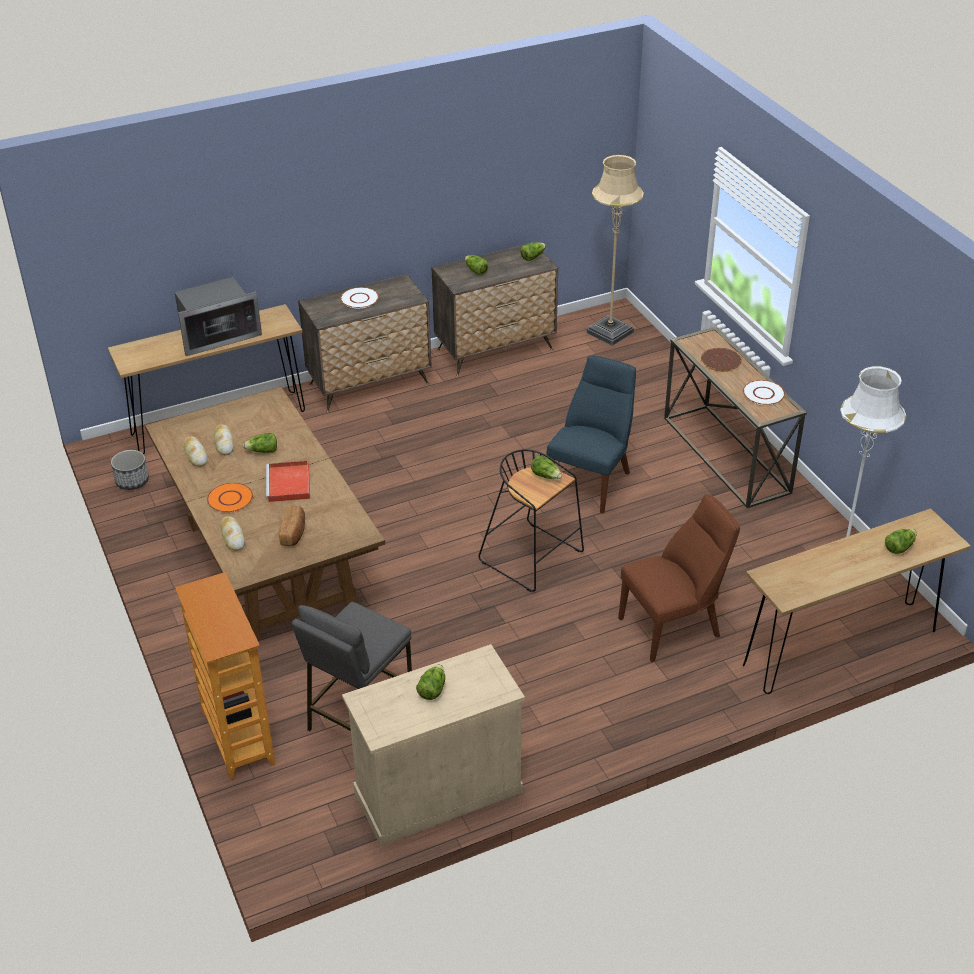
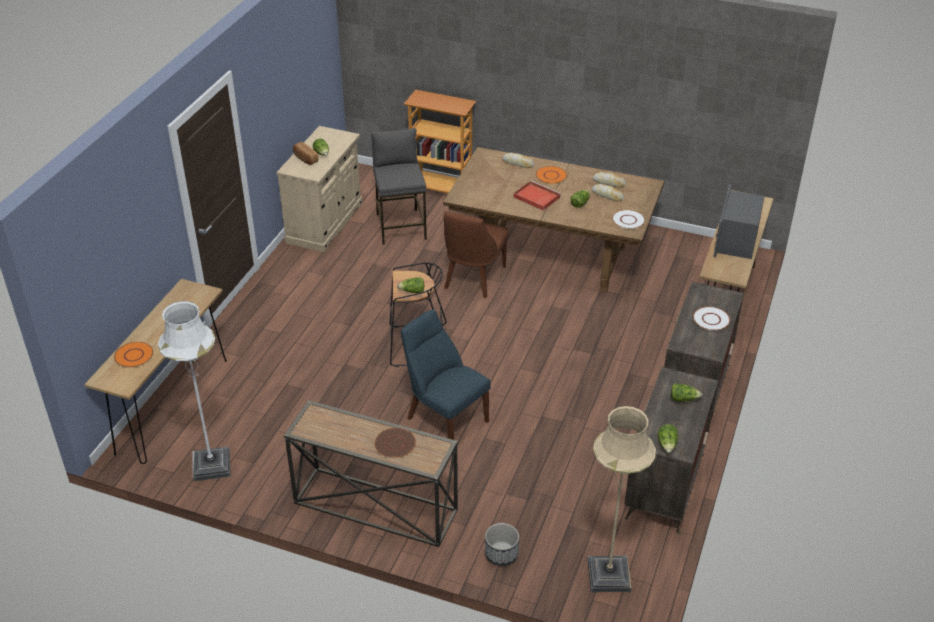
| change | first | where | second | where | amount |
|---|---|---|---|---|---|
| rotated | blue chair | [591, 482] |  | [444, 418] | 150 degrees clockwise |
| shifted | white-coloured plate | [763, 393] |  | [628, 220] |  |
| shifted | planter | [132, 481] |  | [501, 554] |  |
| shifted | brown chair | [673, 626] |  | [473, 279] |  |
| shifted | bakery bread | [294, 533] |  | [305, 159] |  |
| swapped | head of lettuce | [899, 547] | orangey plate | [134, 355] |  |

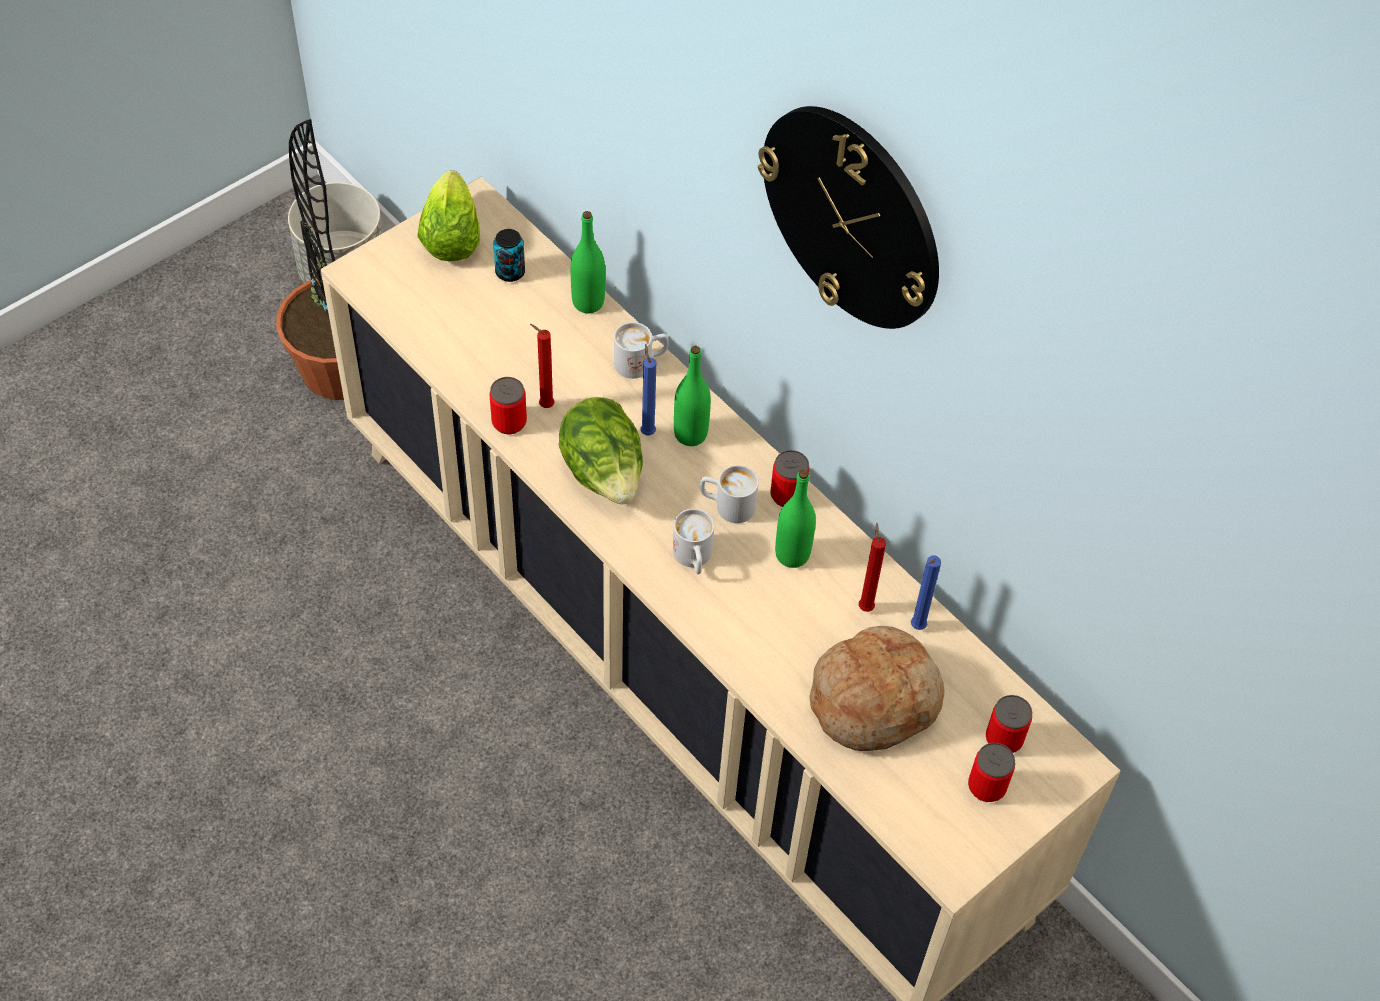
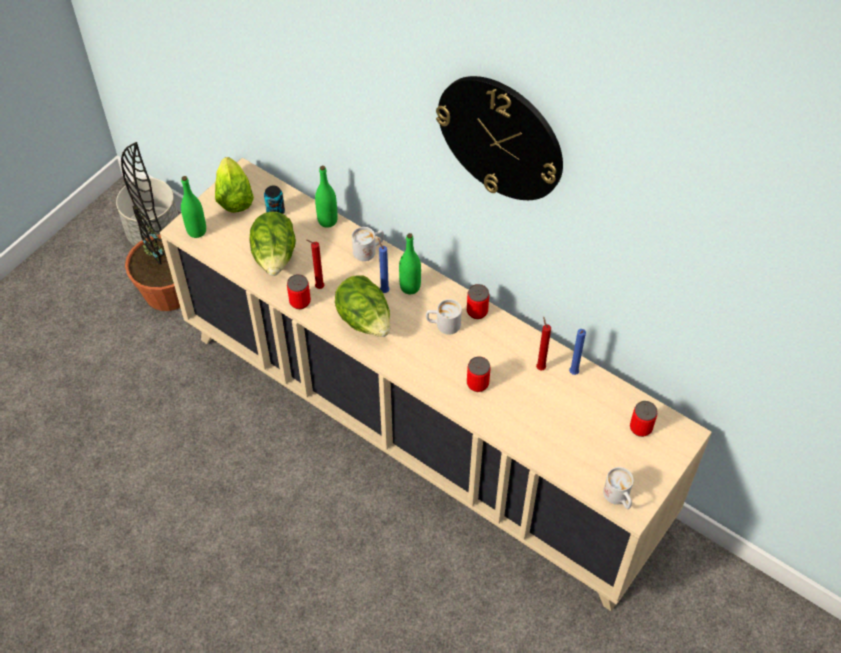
| change | first | where | second | where | amount |
|---|---|---|---|---|---|
| shifted | greenish drink bottle | [792, 554] |  | [196, 231] |  |
| shifted | white-coloured tea mug | [693, 559] |  | [619, 498] |  |
| gone | bakery bread | [874, 698] |  |  |  |
| shifted | can | [987, 786] |  | [477, 383] |  |
| new |  |  | head of lettuce | [275, 257] |  |

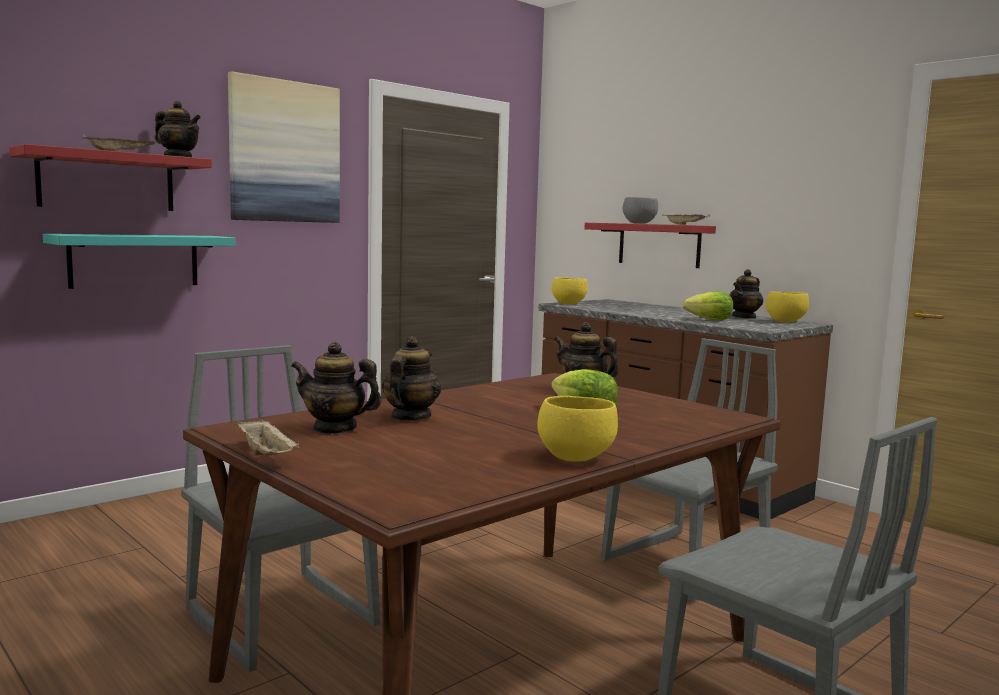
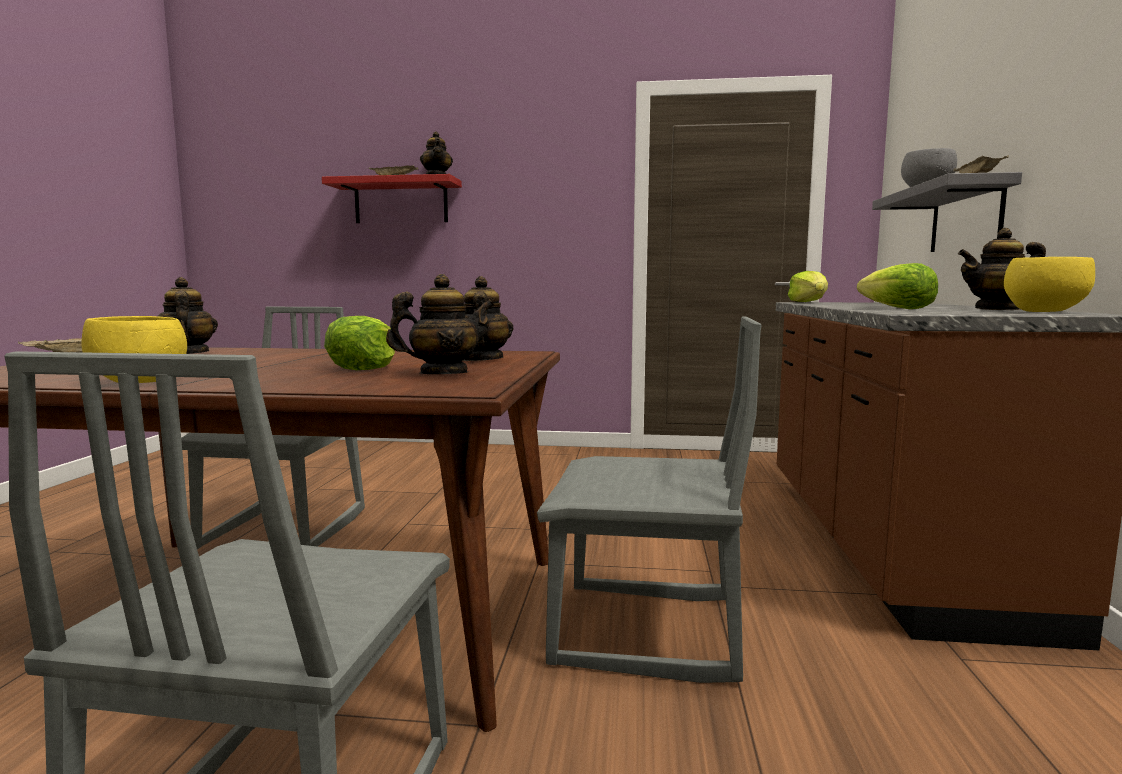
| change | first | where | second | where | amount |
|---|---|---|---|---|---|
| gone | wall picture | [284, 152] |  |  |  |
| repainted | red-coloured wall shelf | [659, 245] | grey wall shelf | [966, 218] |  |
| gone | turquoise wall shelf | [134, 260] |  |  |  |
| swapped | yellowish deep dish | [568, 304] | head of lettuce | [809, 302] |  |
| shifted | teapot | [410, 417] |  | [443, 374] |  |

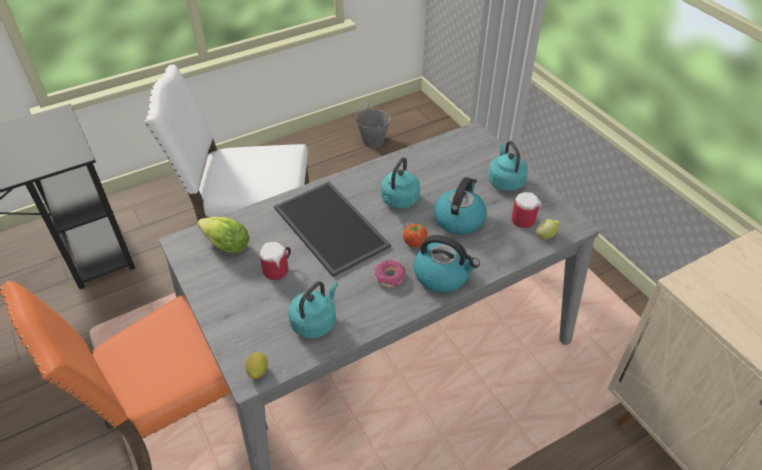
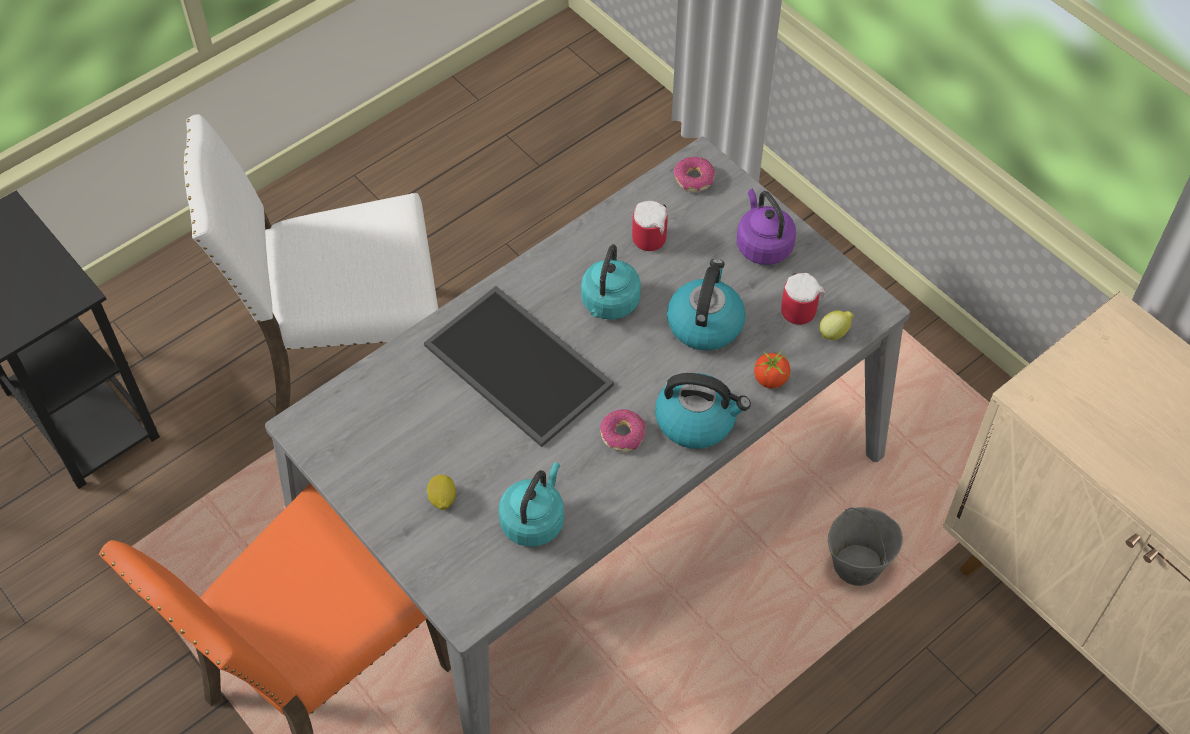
| change | first | where | second | where | amount |
|---|---|---|---|---|---|
| shifted | grey pail | [373, 141] |  | [856, 565] |  |
| repainted | turquoise kettle | [505, 181] | purple-coloured kettle | [762, 245] |  |
| gone | head of lettuce | [224, 244] |  |  |  |
| shifted | whole tomato | [414, 243] |  | [770, 379] |  |
| shifted | tea mug | [279, 270] |  | [653, 236] |  |
| shifted | whole lemon | [257, 371] |  | [442, 499] |  |
| new |  |  | donut | [693, 179] |  |

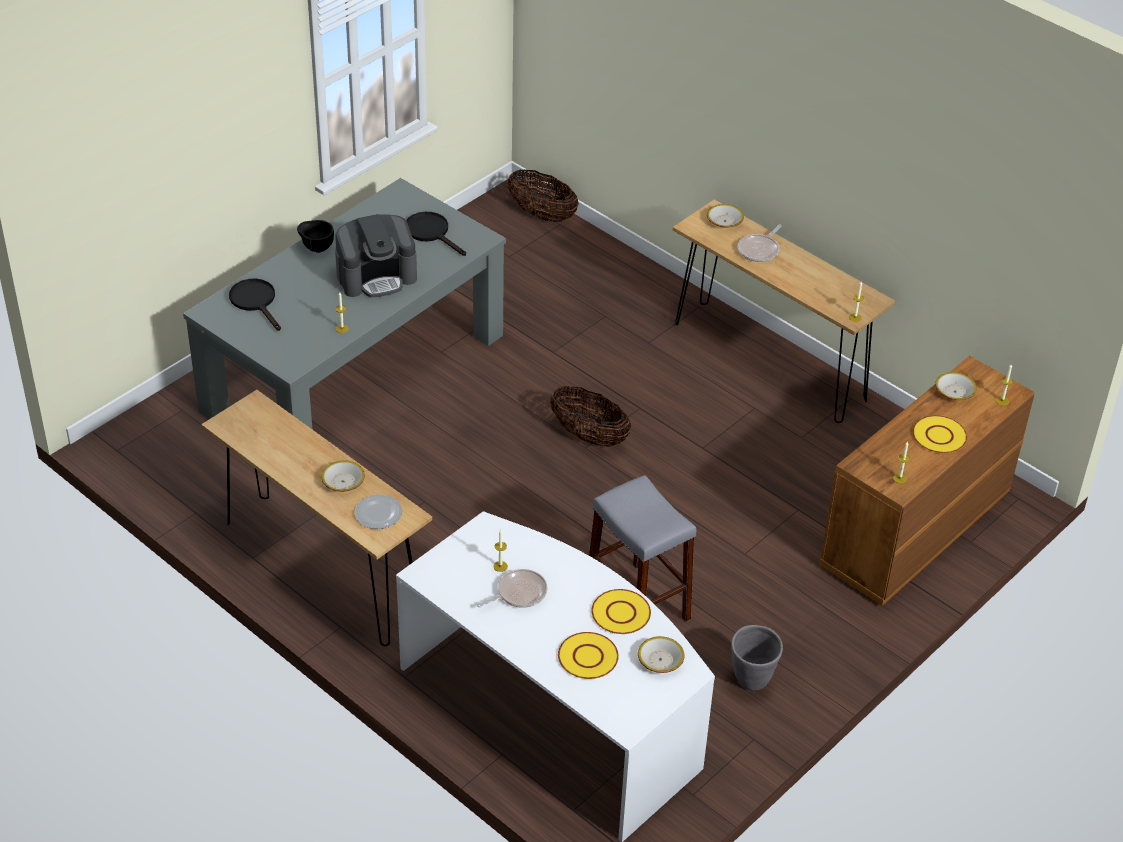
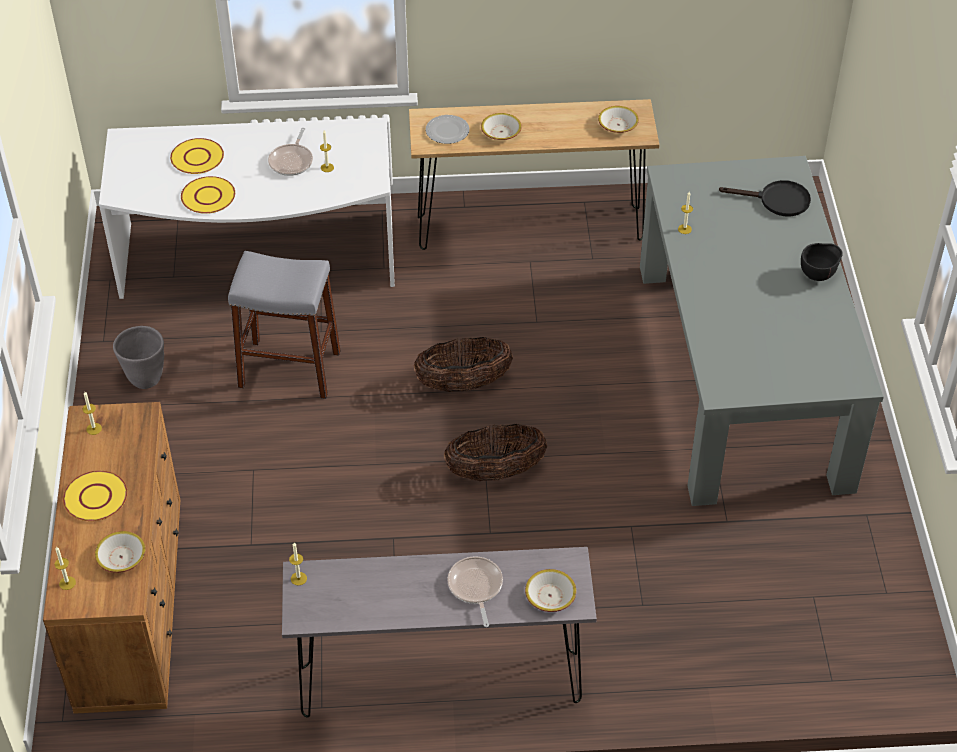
| change | first | where | second | where | amount |
|---|---|---|---|---|---|
| shifted | storage basket | [542, 214] |  | [463, 383] |  |
| repainted | brown hall table | [769, 361] | grey hall table | [440, 684] |  |
| gone | black skillet | [431, 232] |  |  |  |
| gone | coffee machine | [377, 276] |  |  |  |
| shifted | deep dish | [660, 660] |  | [618, 125] |  |

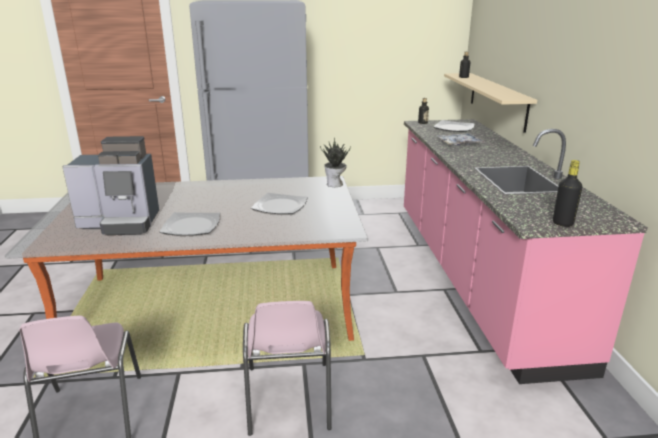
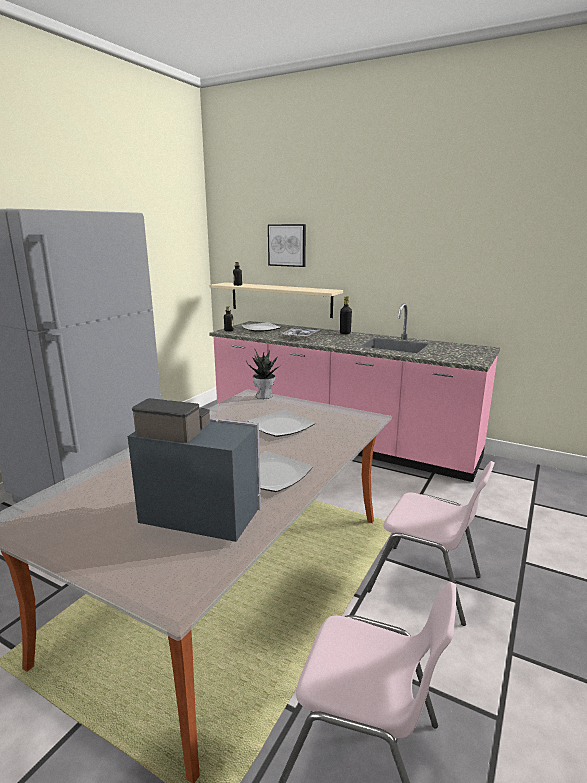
| change | first | where | second | where | amount |
|---|---|---|---|---|---|
| rotated | coffee machine | [121, 223] |  | [199, 513] | 105 degrees counterclockwise |
| shifted | black drink bottle | [562, 223] |  | [345, 333] |  |
| new |  |  | wall picture | [287, 245] |  |

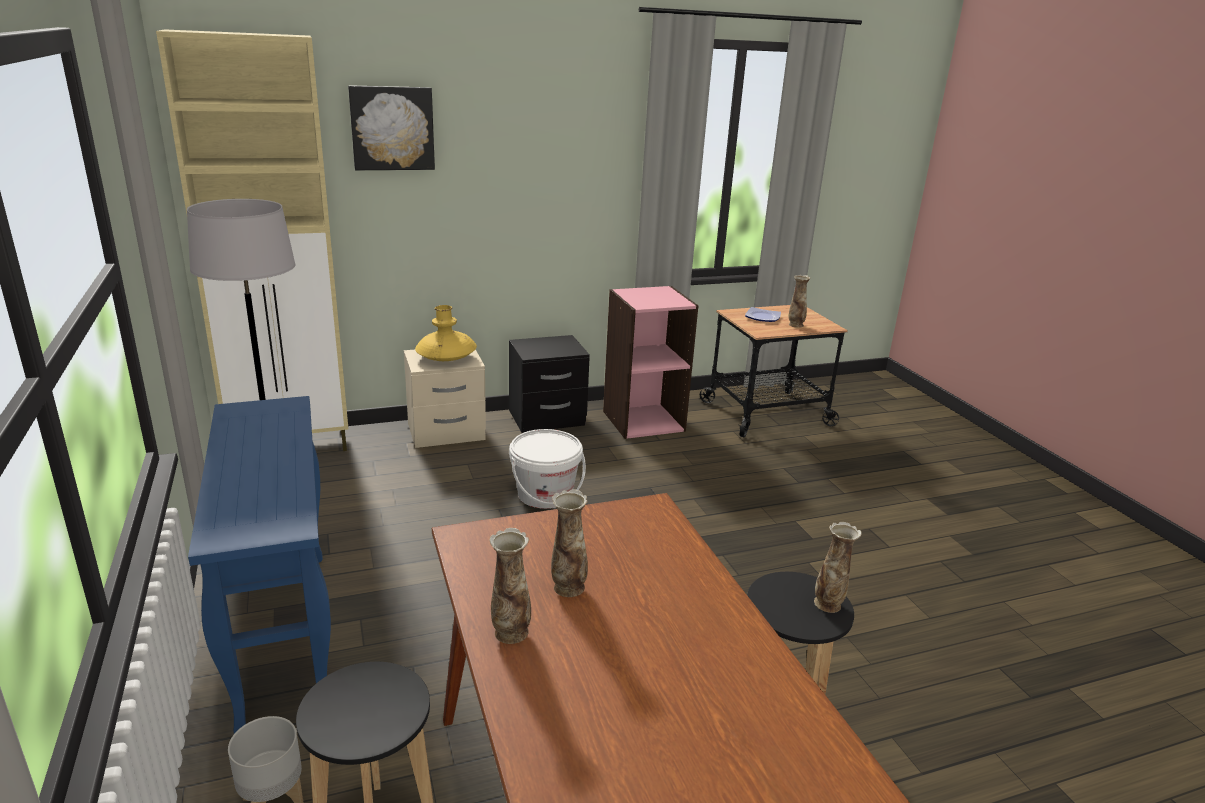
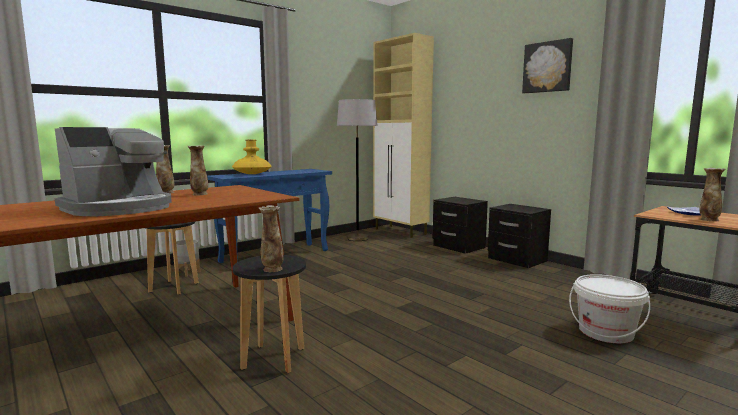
| change | first | where | second | where | amount |
|---|---|---|---|---|---|
| shifted | wall picture | [392, 128] |  | [547, 67] |  |
| gone | pink-coloured bookcase | [643, 420] |  |  |  |
| shifted | yellowish flower vase | [446, 358] |  | [252, 174] |  |
| repainted | sand-coloured nightstand | [446, 433] | black nightstand | [458, 247] |  |
| shifted | white-coloured pail | [545, 494] |  | [606, 332] |  |
| new |  |  | coffee machine | [120, 208] |  |

